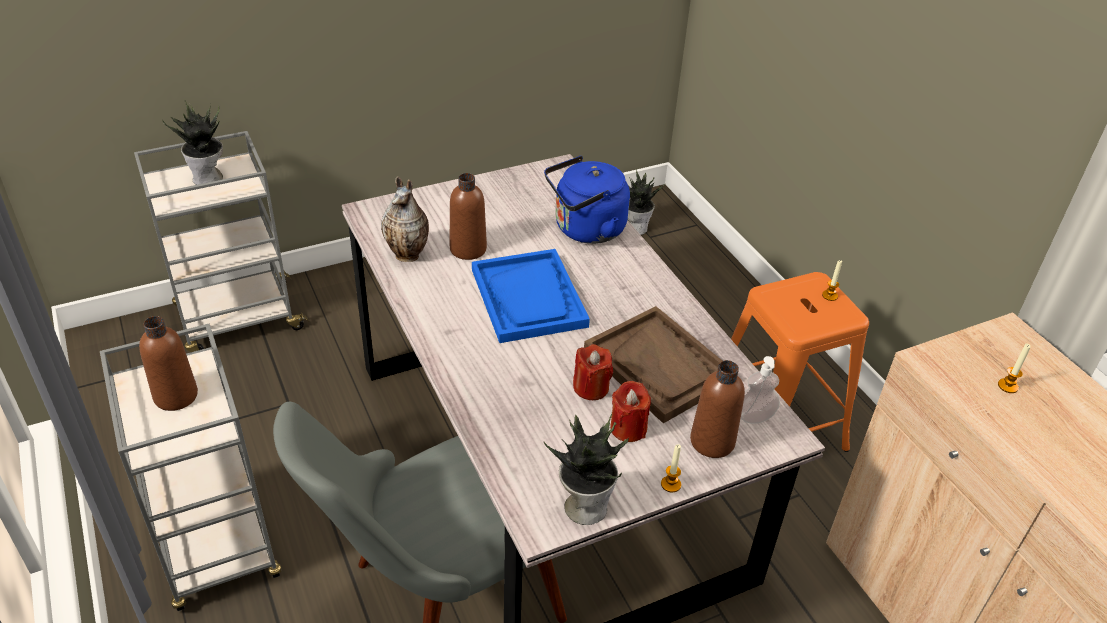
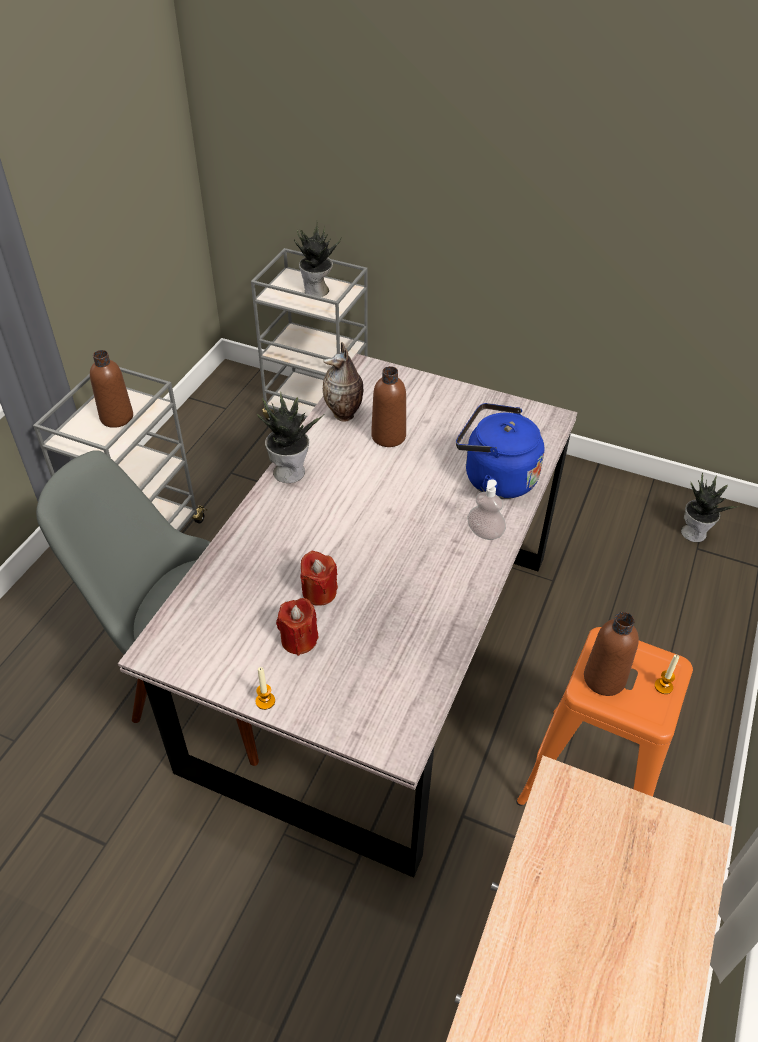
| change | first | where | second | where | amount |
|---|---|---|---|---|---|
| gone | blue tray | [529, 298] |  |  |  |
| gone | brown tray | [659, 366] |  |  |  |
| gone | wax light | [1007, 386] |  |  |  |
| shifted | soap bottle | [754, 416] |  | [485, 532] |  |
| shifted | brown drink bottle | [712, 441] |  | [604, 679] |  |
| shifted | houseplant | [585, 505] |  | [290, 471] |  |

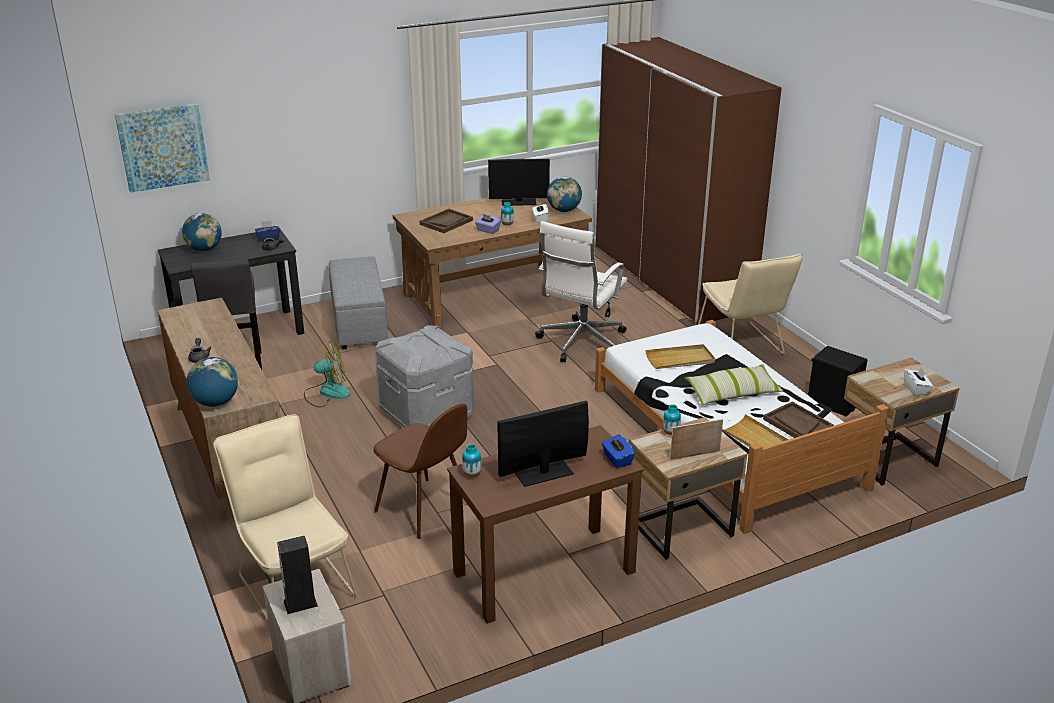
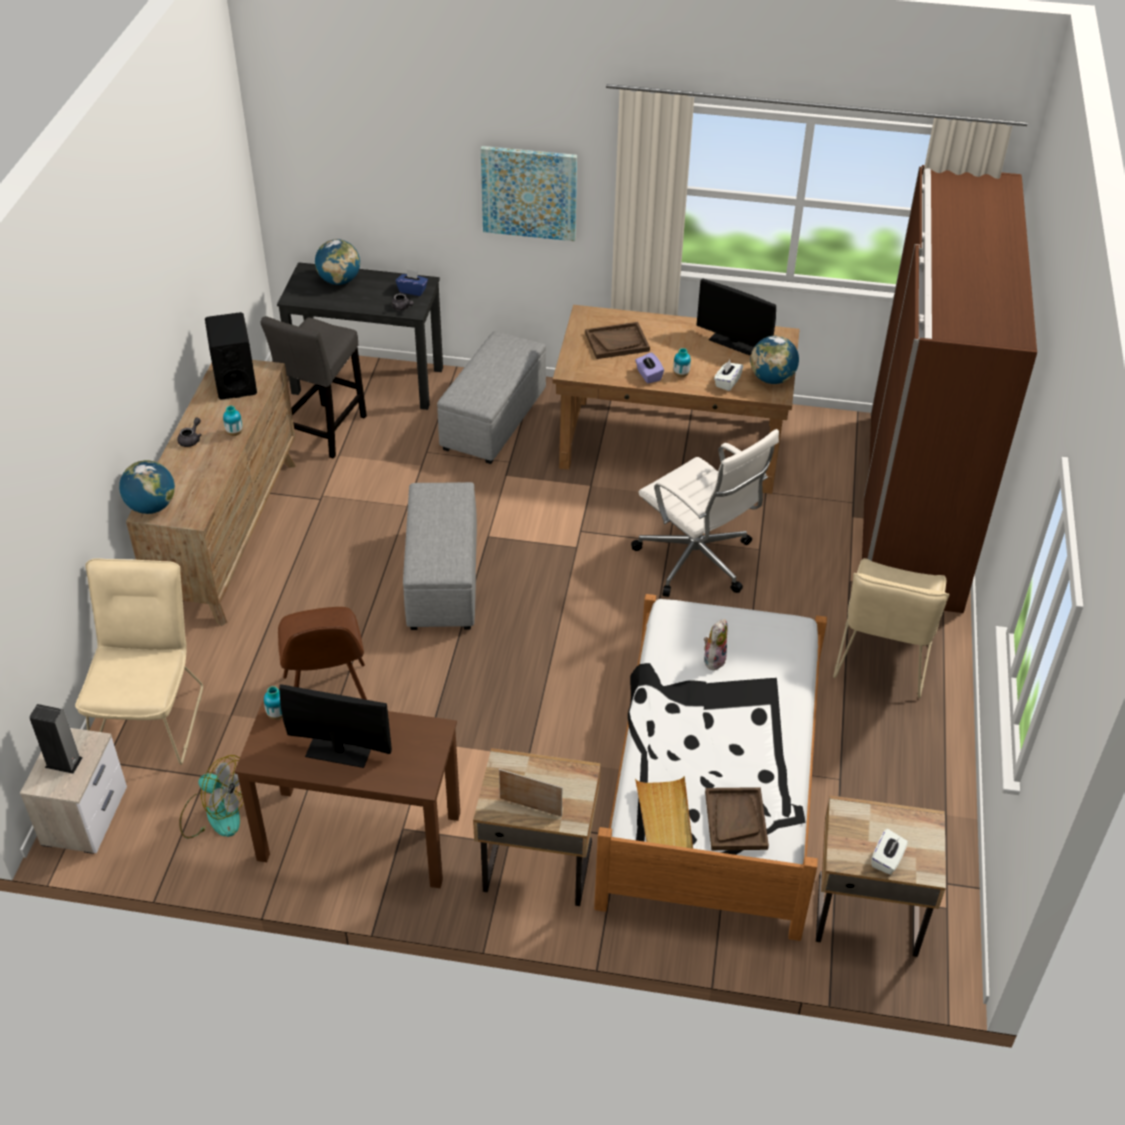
| change | first | where | second | where | amount |
|---|---|---|---|---|---|
| shifted | wall picture | [163, 147] |  | [529, 192] |  |
| rotated | white-coloured computer chair | [581, 343] |  | [697, 561] | 105 degrees counterclockwise |
| swapped | grey storage container | [426, 413] | grey footrest | [442, 578] |  |
| shifted | electric fan | [327, 393] |  | [215, 813] |  |
| swapped | sand-coloured tray | [680, 359] | soft toy | [713, 659] |  |
| shifted | black audio speaker | [832, 403] |  | [235, 381] |  |
| gone | throw pillow | [732, 393] |  |  |  |
| shifted | flower vase | [670, 432] |  | [234, 433] |  |
| gone | blue tissue holder | [617, 459] |  |  |  |

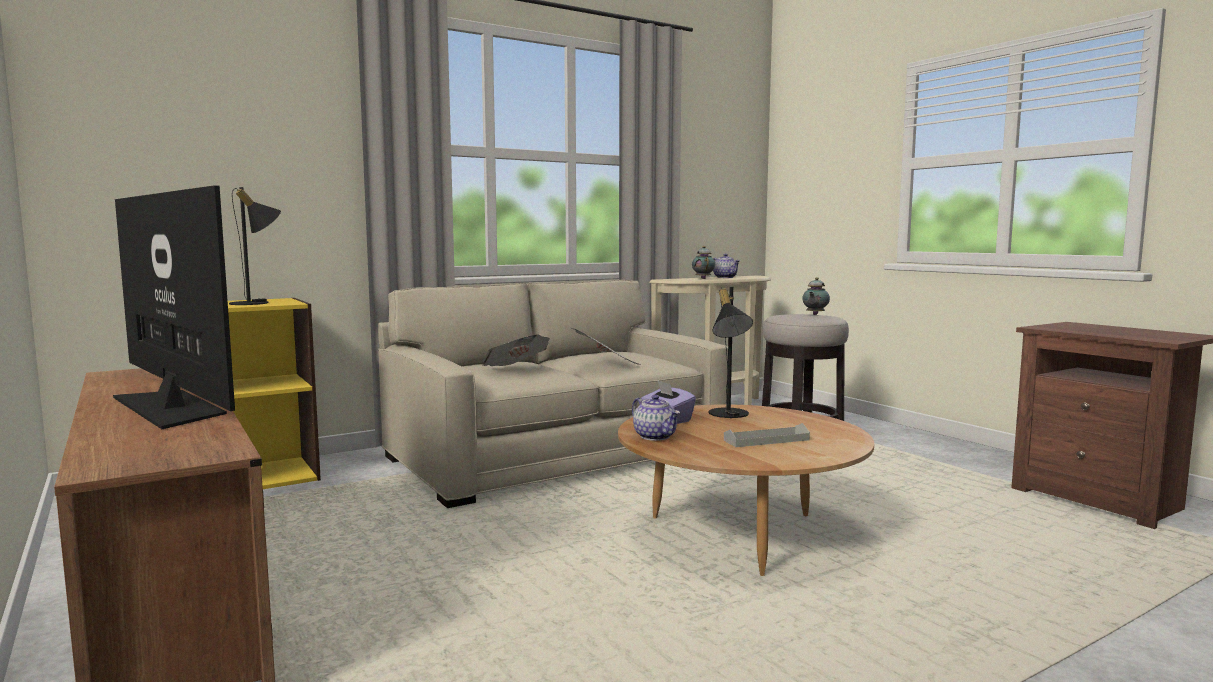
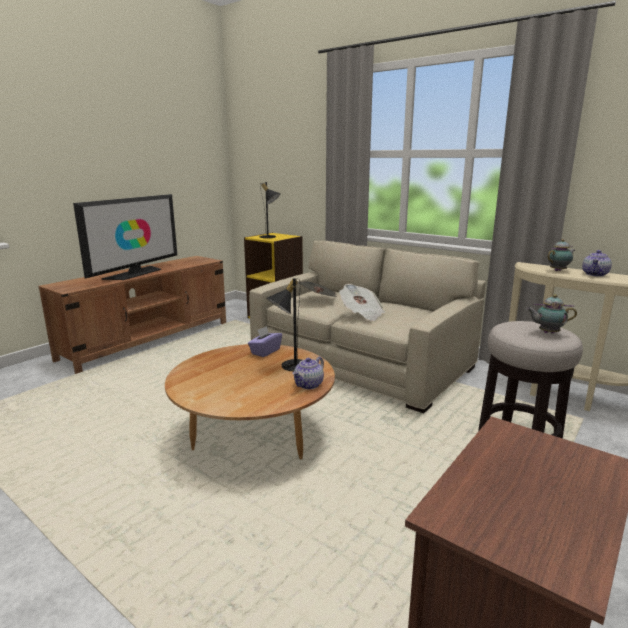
| change | first | where | second | where | amount |
|---|---|---|---|---|---|
| shifted | teapot | [655, 436] |  | [309, 385] |  |
| gone | grey tray | [766, 440] |  |  |  |

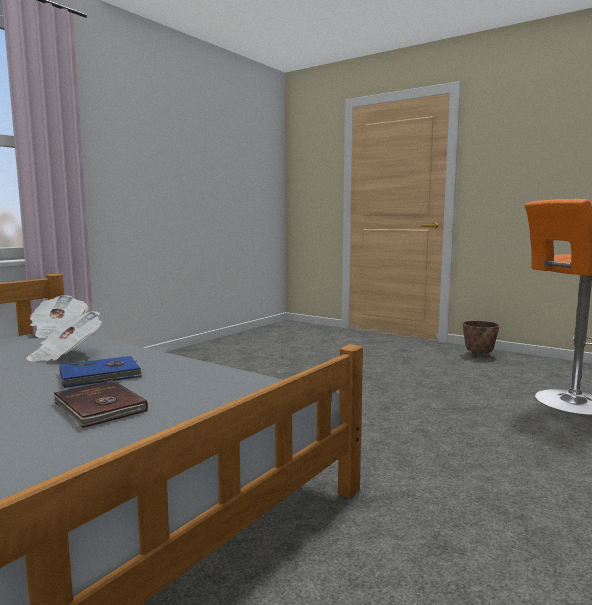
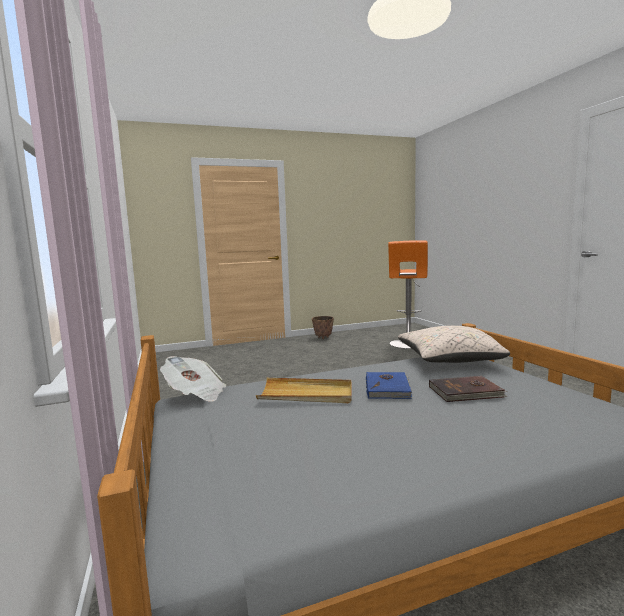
| change | first | where | second | where | amount |
|---|---|---|---|---|---|
| swapped | newspaper | [66, 355] | sand-coloured tray | [306, 394] |  |
| new |  |  | sand-coloured throw pillow | [448, 361] |  |

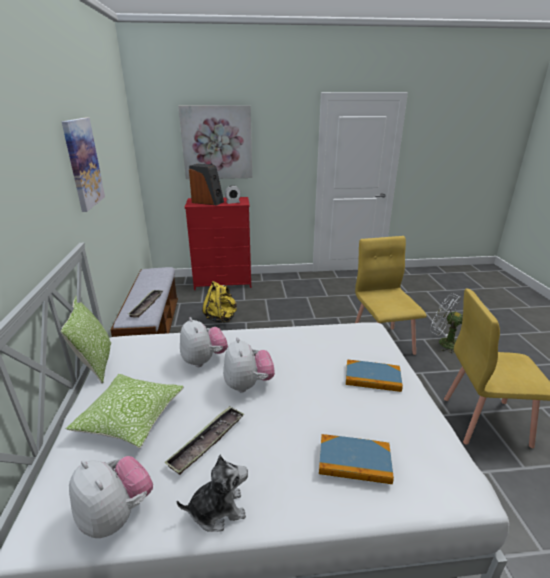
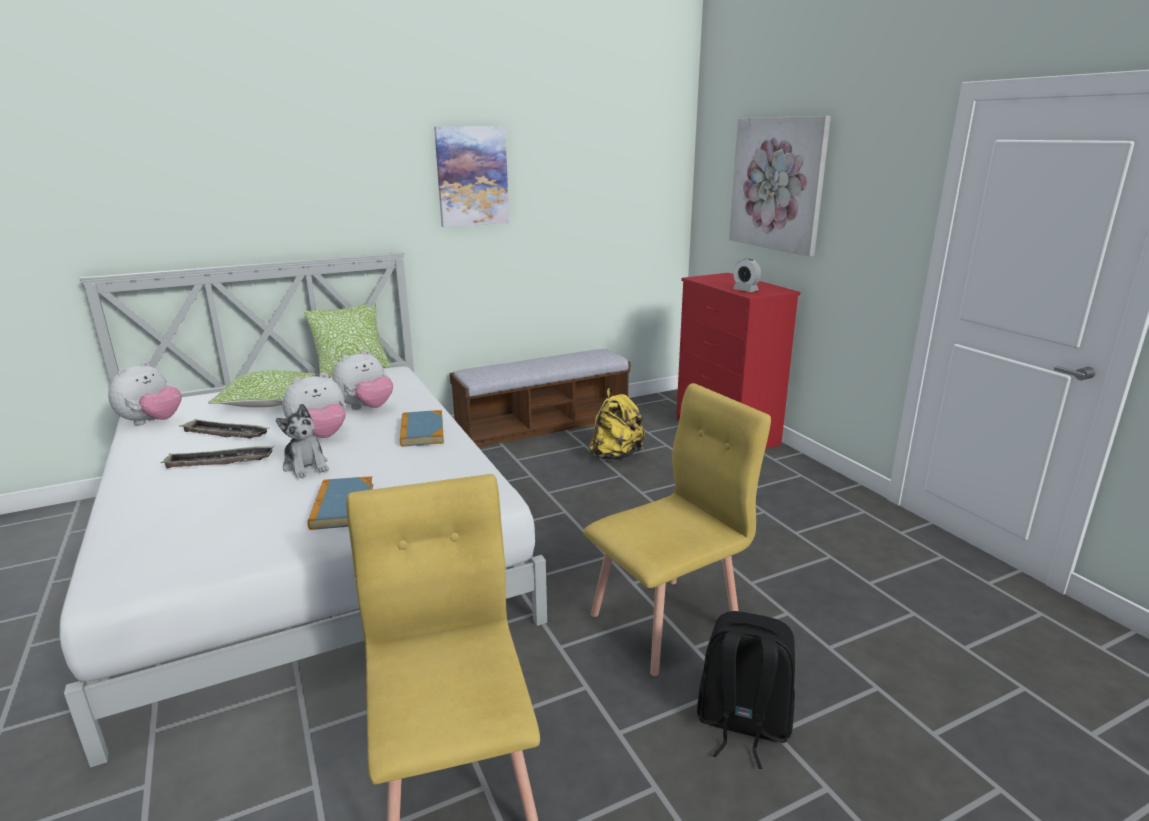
| change | first | where | second | where | amount |
|---|---|---|---|---|---|
| gone | audio speaker | [208, 202] |  |  |  |
| shifted | tray | [147, 305] |  | [220, 462] |  |
| swapped | white-coloured electric fan | [443, 342] | black rucksack | [742, 725] |  |
| shifted | book | [354, 461] |  | [422, 431] |  |
| shifted | soft toy | [217, 510] |  | [306, 466] |  |

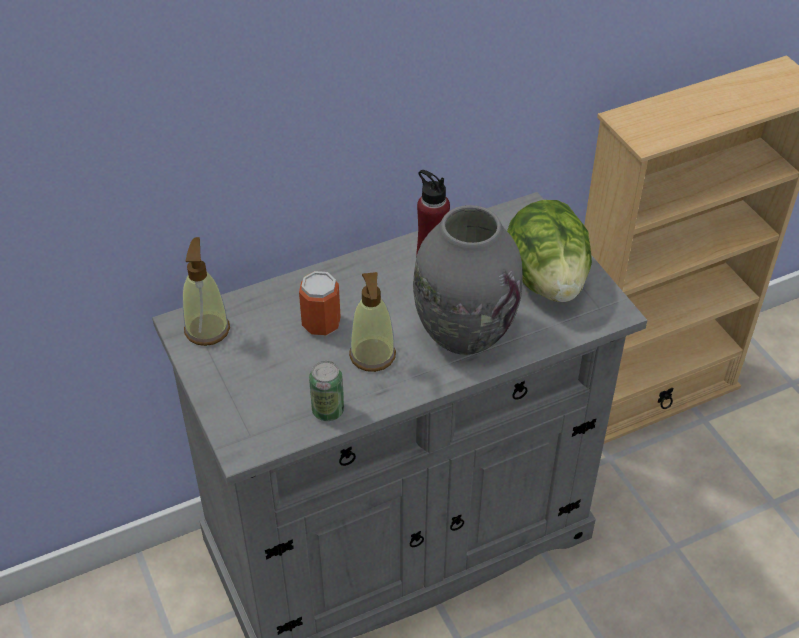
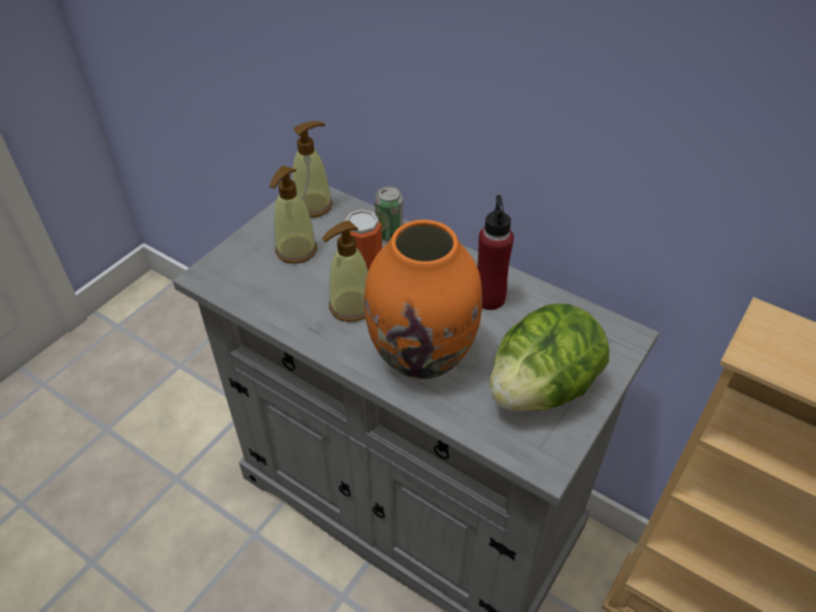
| change | first | where | second | where | amount |
|---|---|---|---|---|---|
| repainted | grey flower vase | [464, 332] | orangey flower vase | [422, 354] |  |
| shifted | can | [328, 411] |  | [389, 234] |  |
| new |  |  | soap bottle | [296, 250] |  |

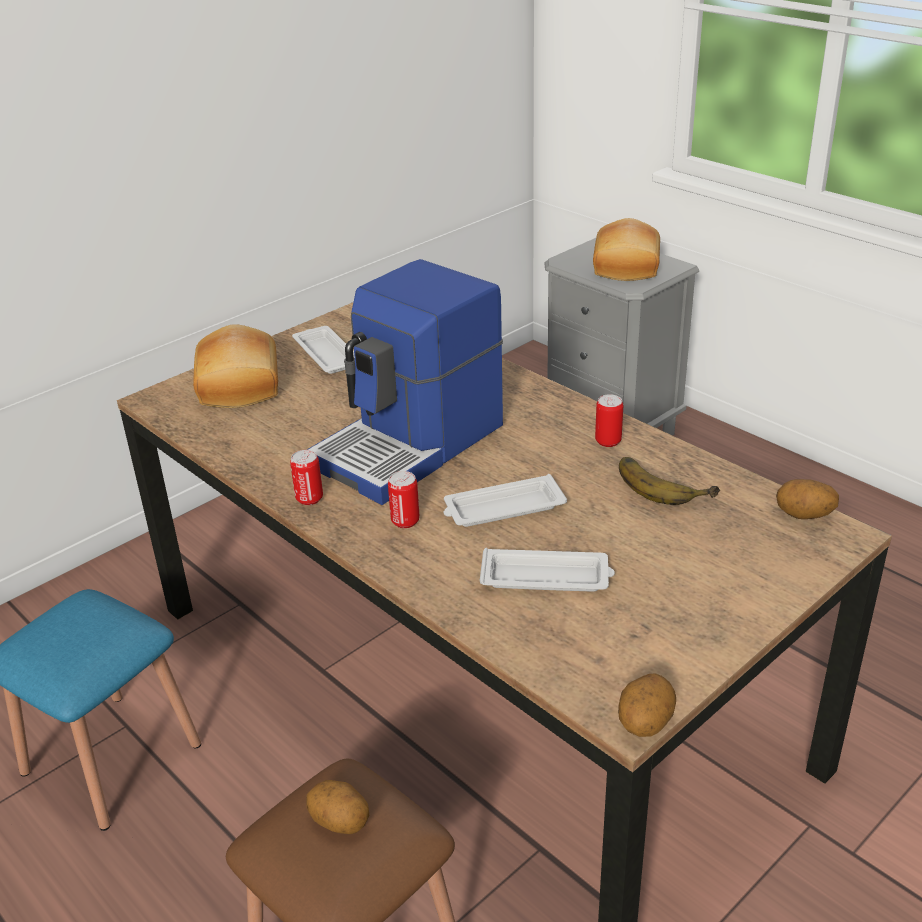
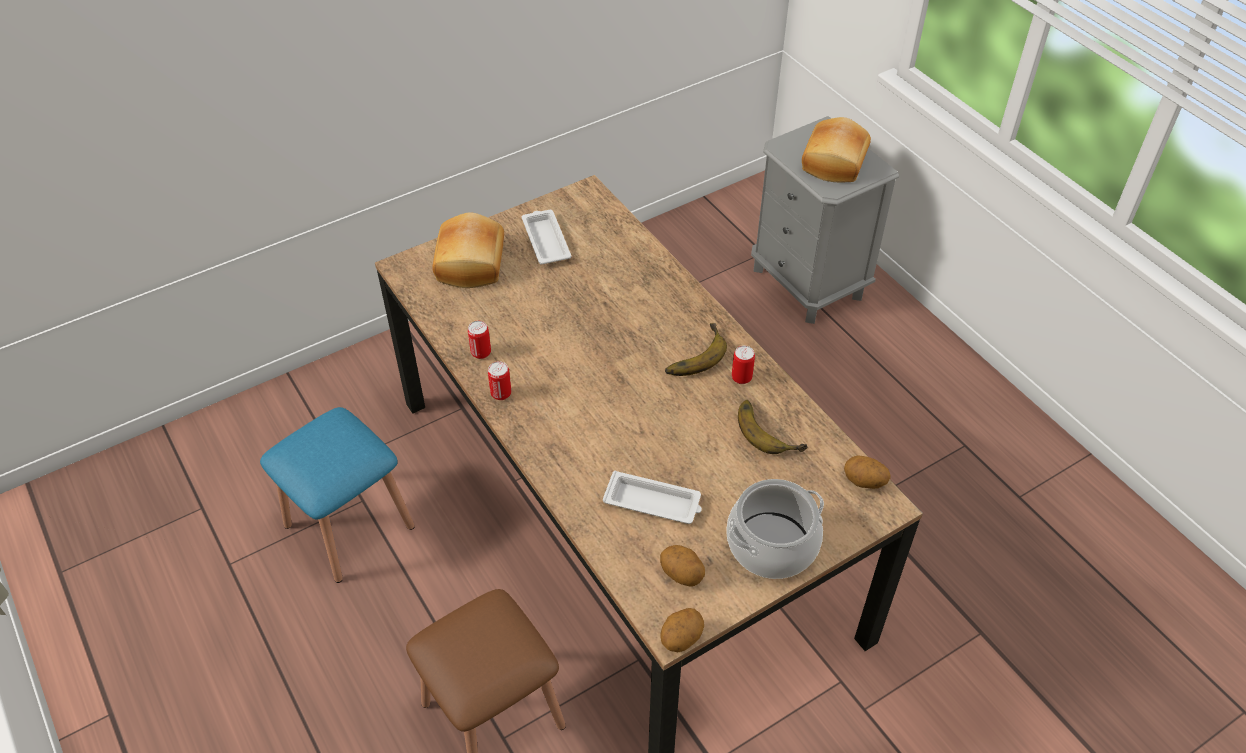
| change | first | where | second | where | amount |
|---|---|---|---|---|---|
| gone | coffee machine | [411, 445] |  |  |  |
| shifted | can | [405, 521] |  | [481, 353] |  |
| gone | white-coloured tray | [502, 508] |  |  |  |
| shifted | whole potato | [340, 822] |  | [682, 574] |  |
| new |  |  | whole banana | [692, 354] |  |
| new |  |  | cooking pot | [772, 546] |  |

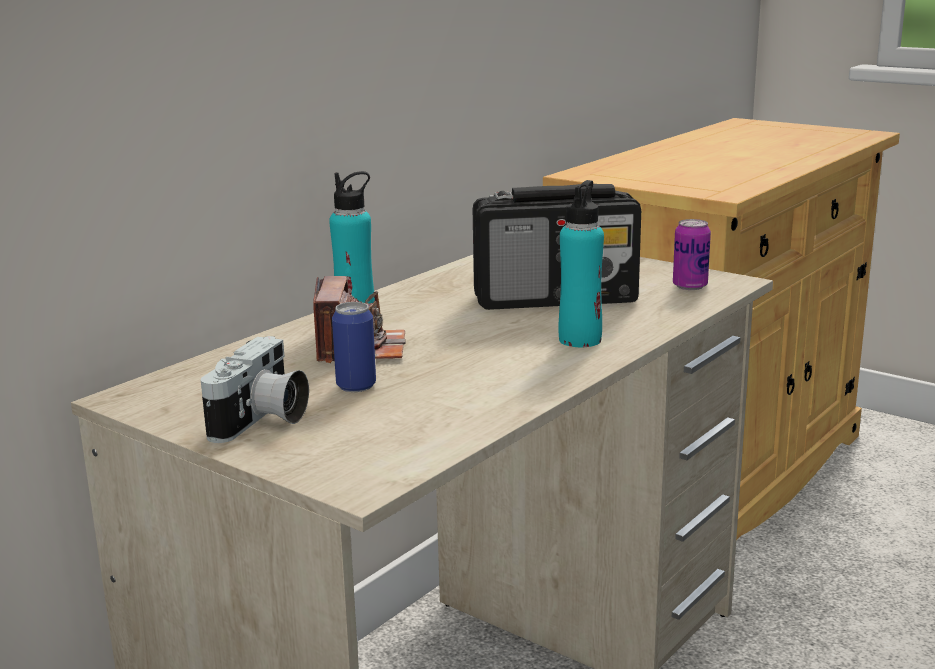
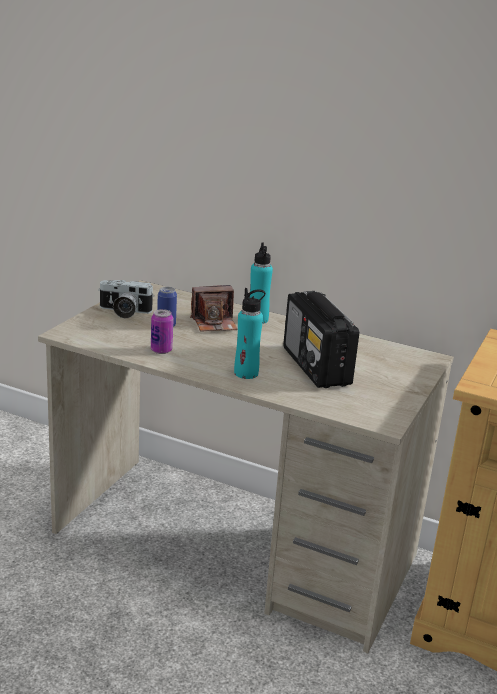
| change | first | where | second | where | amount |
|---|---|---|---|---|---|
| shifted | can | [690, 286] |  | [161, 350] |  |

